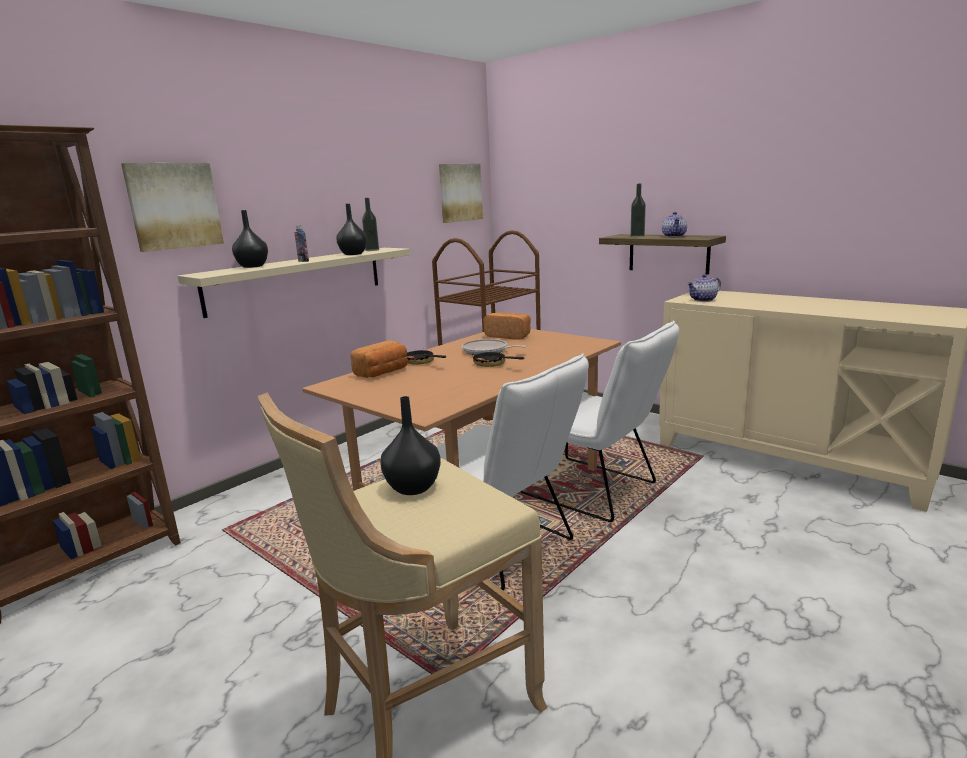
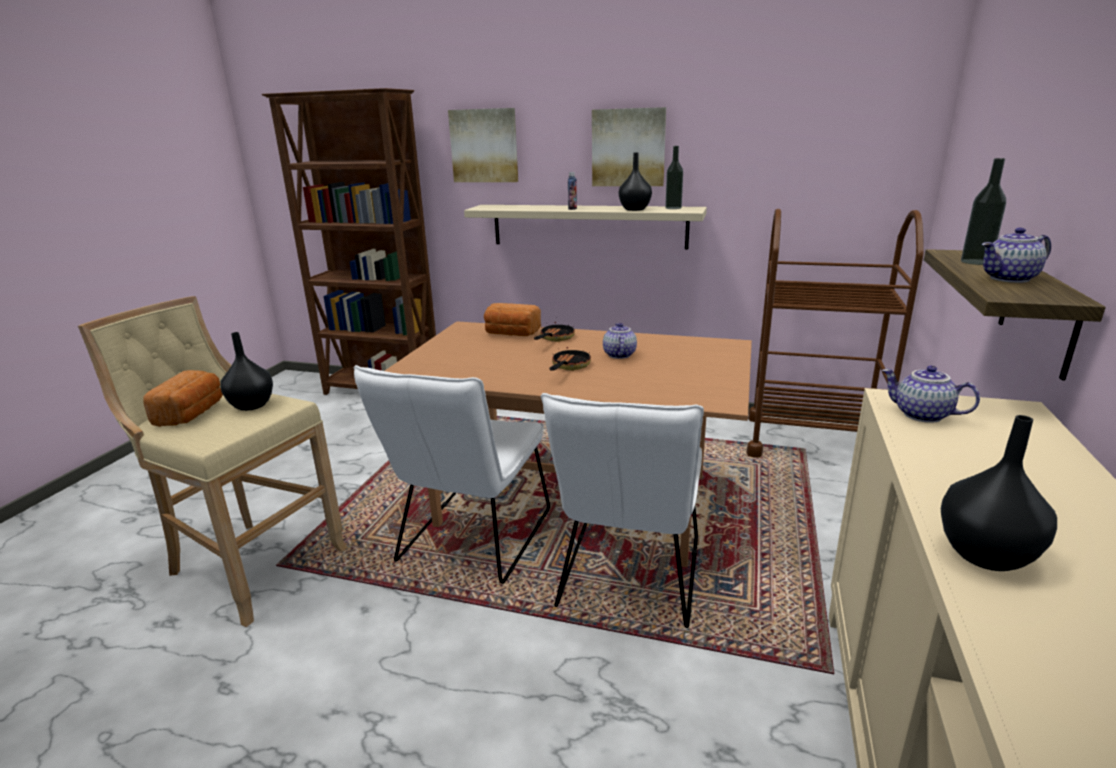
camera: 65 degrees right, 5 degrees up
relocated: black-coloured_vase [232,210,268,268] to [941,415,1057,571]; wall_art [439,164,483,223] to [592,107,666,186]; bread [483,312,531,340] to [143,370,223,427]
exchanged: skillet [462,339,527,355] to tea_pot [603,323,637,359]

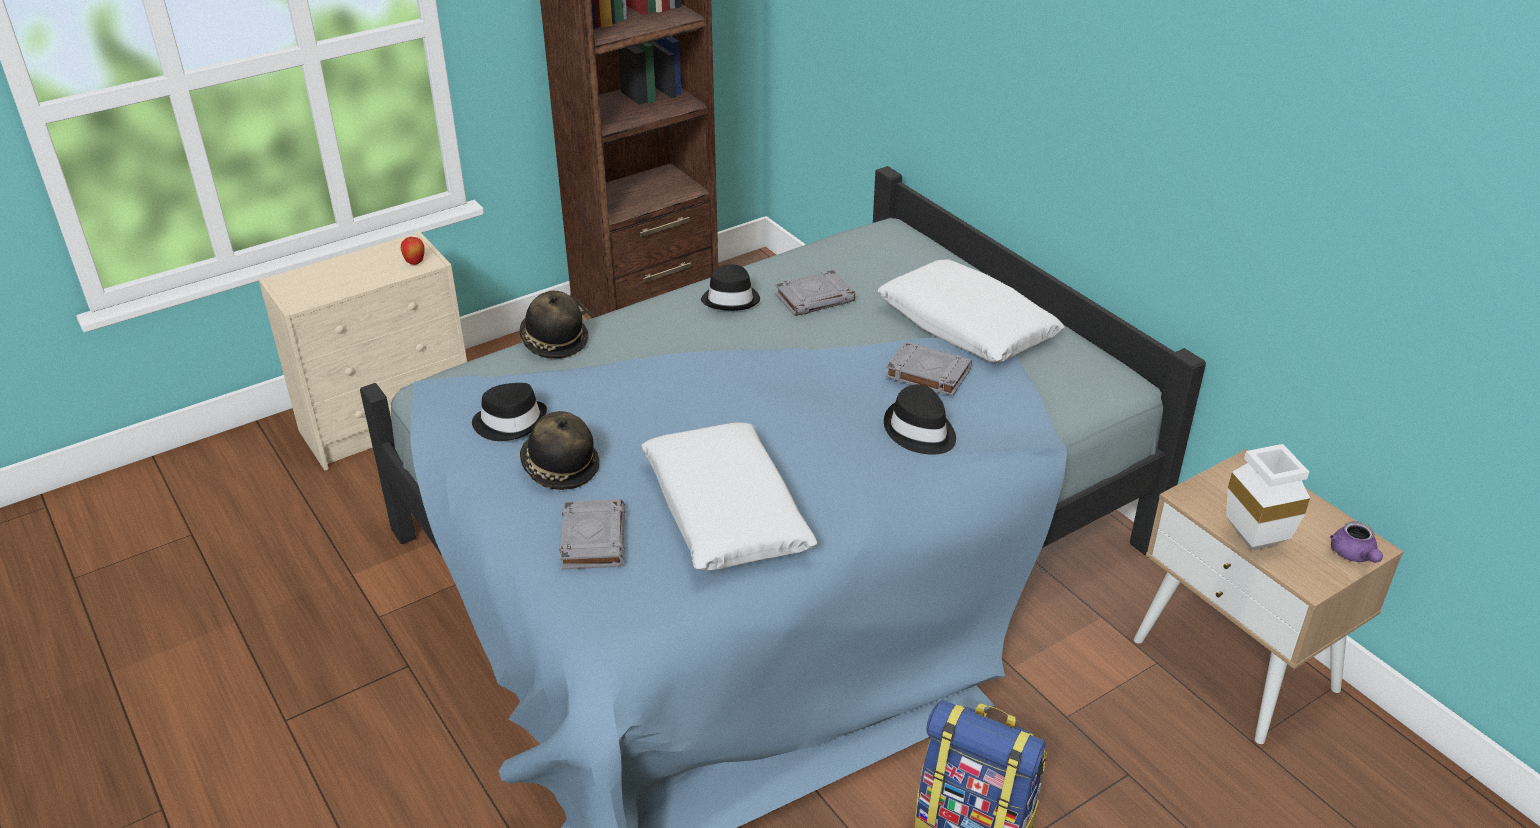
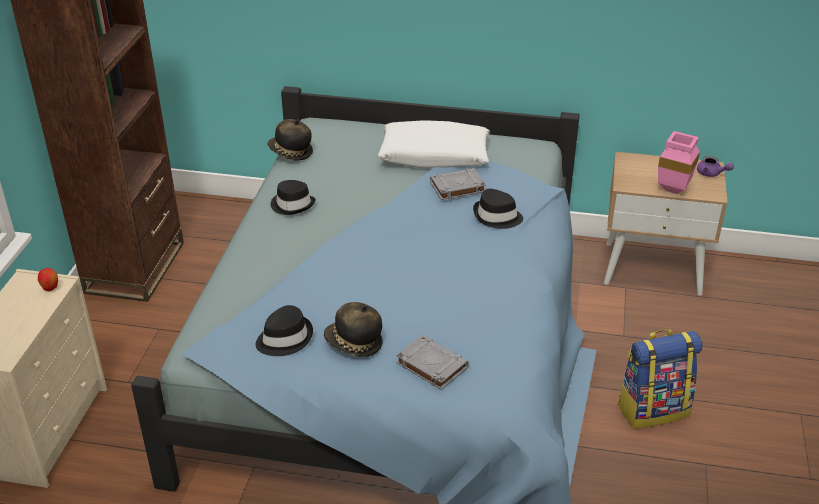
camera: 45 degrees left, 0 degrees up
missing: white_cushion [641,423,818,571]; grey_book [775,270,855,316]
relocated: clothing_hat [519,291,589,359] to [267,119,313,161]
colour: white_vase [1226,444,1310,551] to pink-coloured_vase [658,131,700,194]

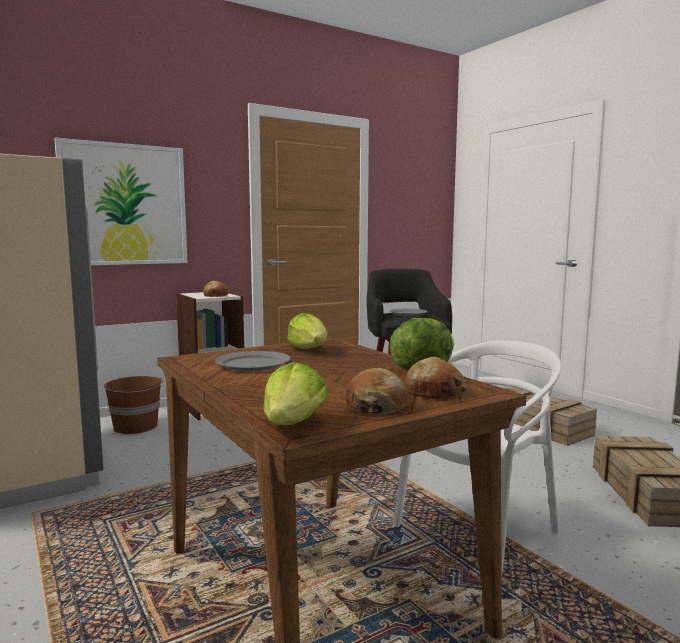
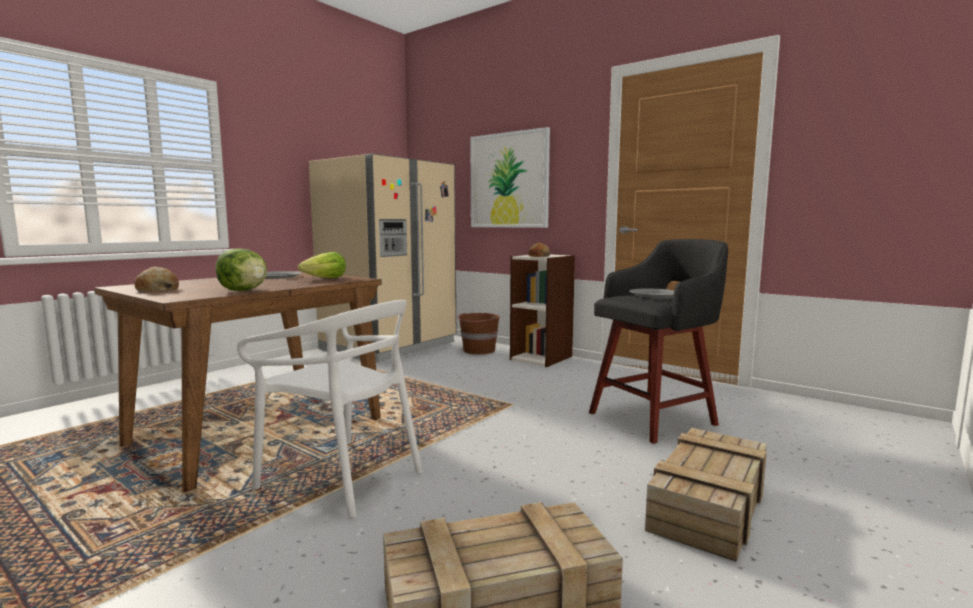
camera: 70 degrees right, 0 degrees up
missing: lettuce_head [263,362,328,425]; bread [405,357,466,399]

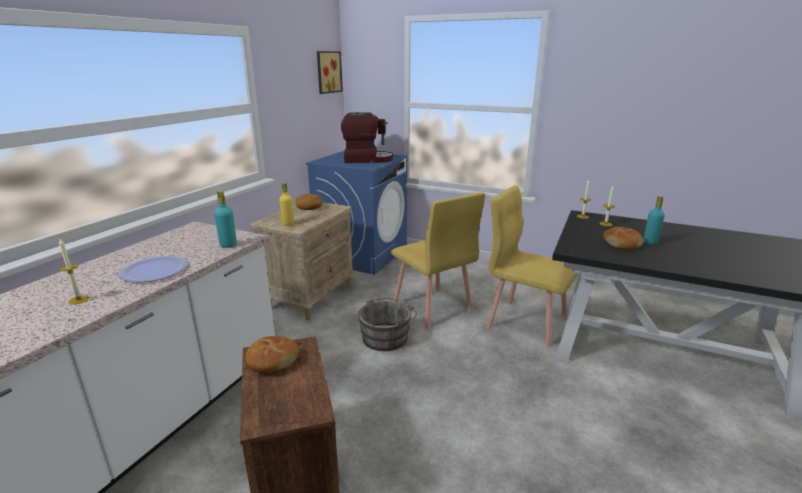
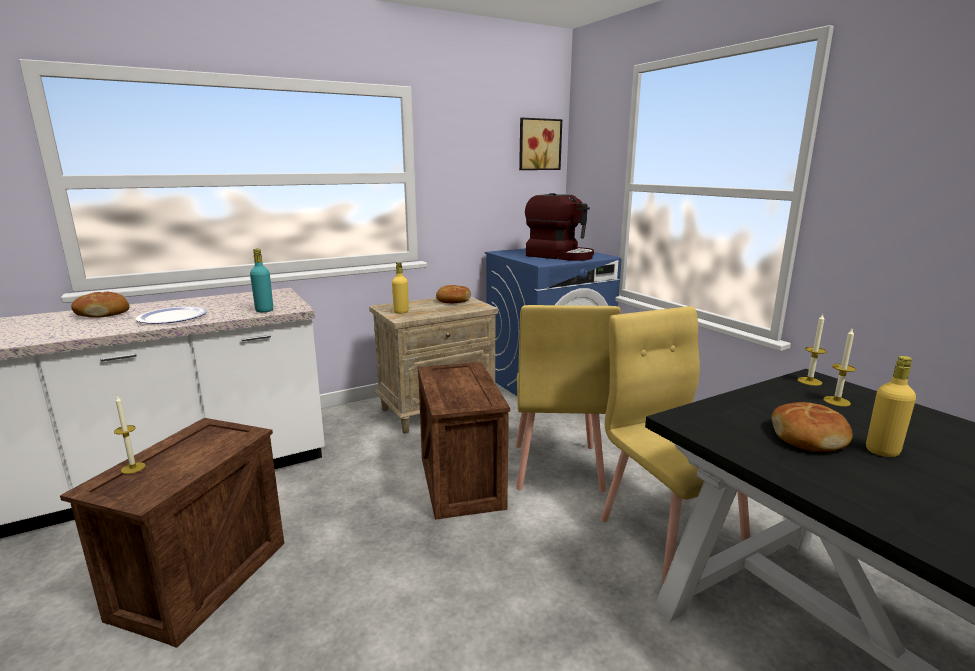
camera: 35 degrees right, 5 degrees down
relocated: wax_light [59,239,89,305] to [114,396,146,474]; bread [245,336,299,373] to [71,291,130,318]
exchanged: grey_pail [358,298,417,351] to packing_crate [418,362,510,520]
colour: blue-green_beverage_bottle [643,196,665,245] to yellowish_beverage_bottle [866,356,916,457]

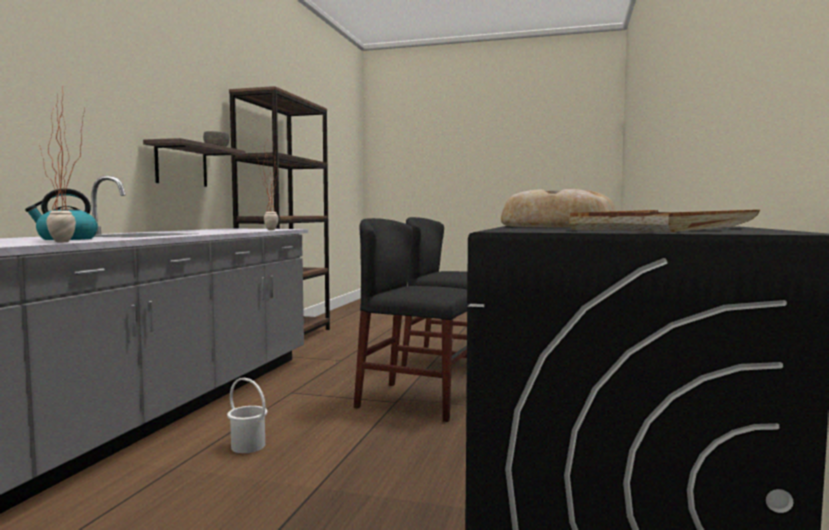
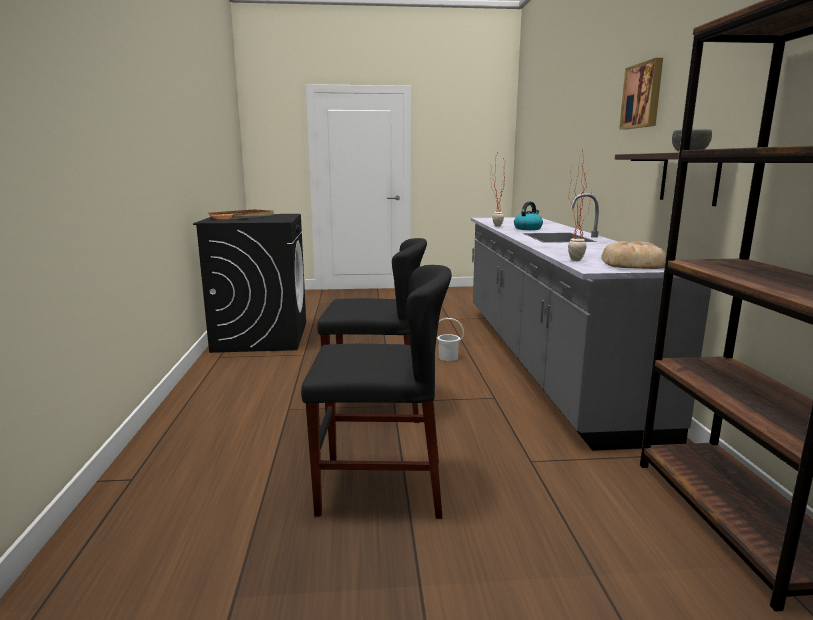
camera: 160 degrees right, 10 degrees up
appeared: wall_art [619,58,663,130]
relocated: bread [501,189,616,228] to [601,241,666,269]

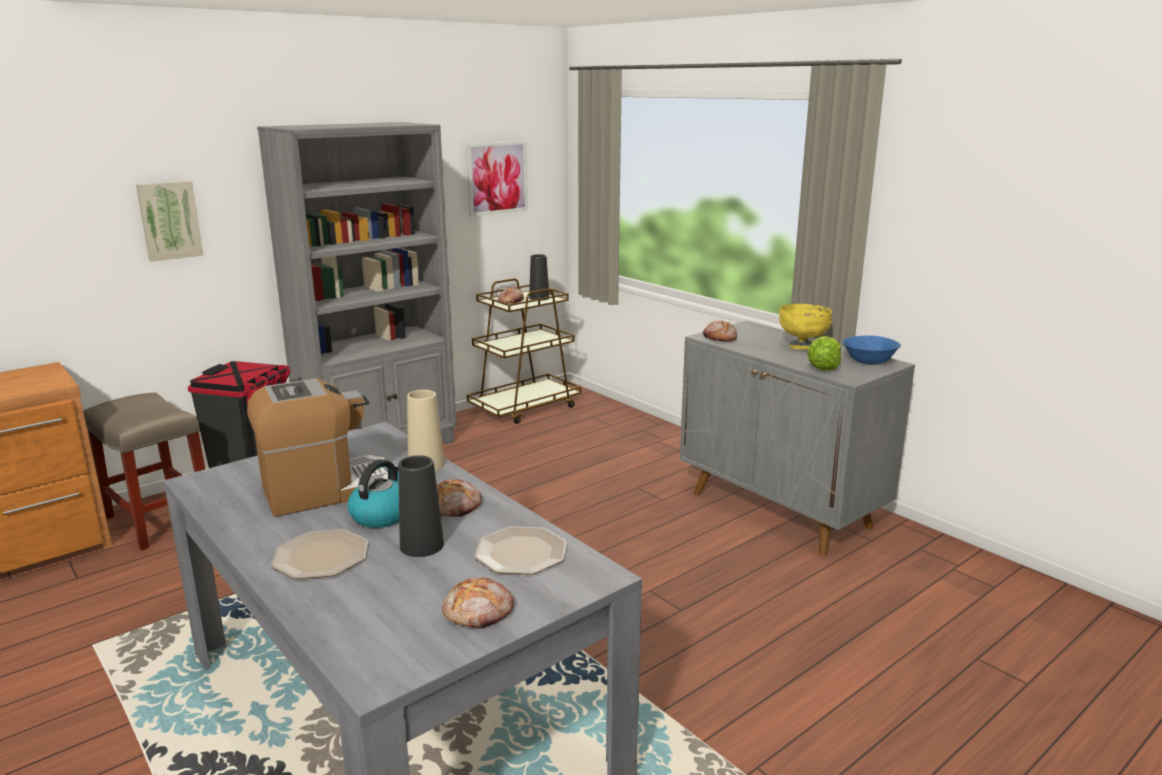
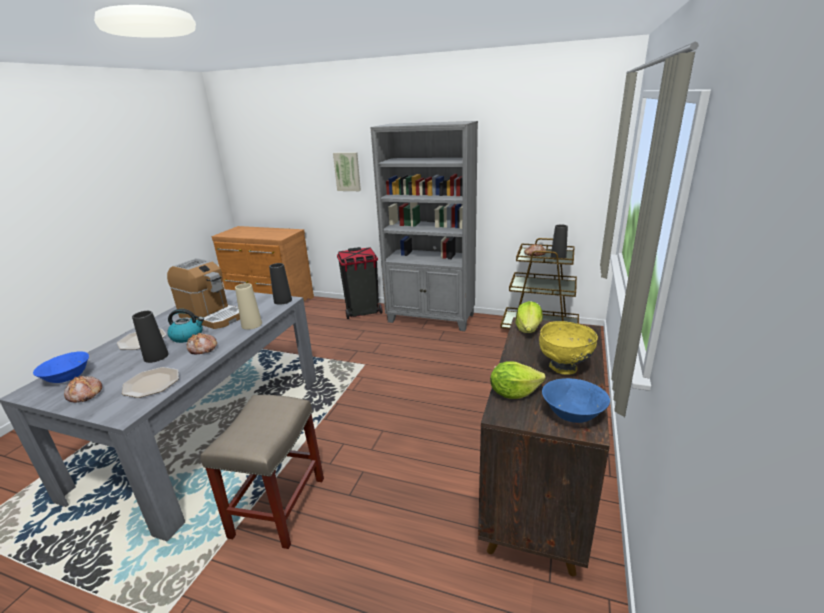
camera: 60 degrees right, 5 degrees up
missing: wall_art [466,141,528,216]
appeared: blue-coloured_serving_bowl [33,351,89,383]; black-coloured_vase [269,263,292,305]
relocated: beige-coloured_sitting_stool [83,393,205,550] to [201,395,324,549]
exchanged: bread [703,320,737,342] to lettuce_head [516,301,543,333]
colour: grey_cabinet [680,321,915,556] to brown-coloured_cabinet [478,317,610,577]

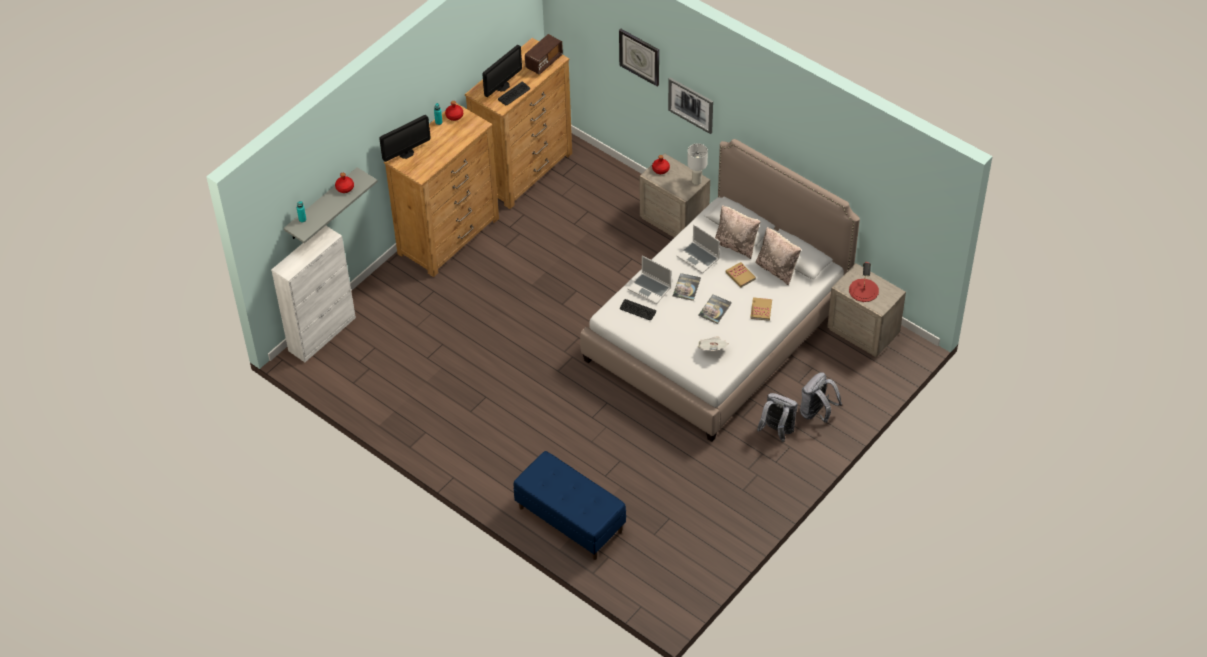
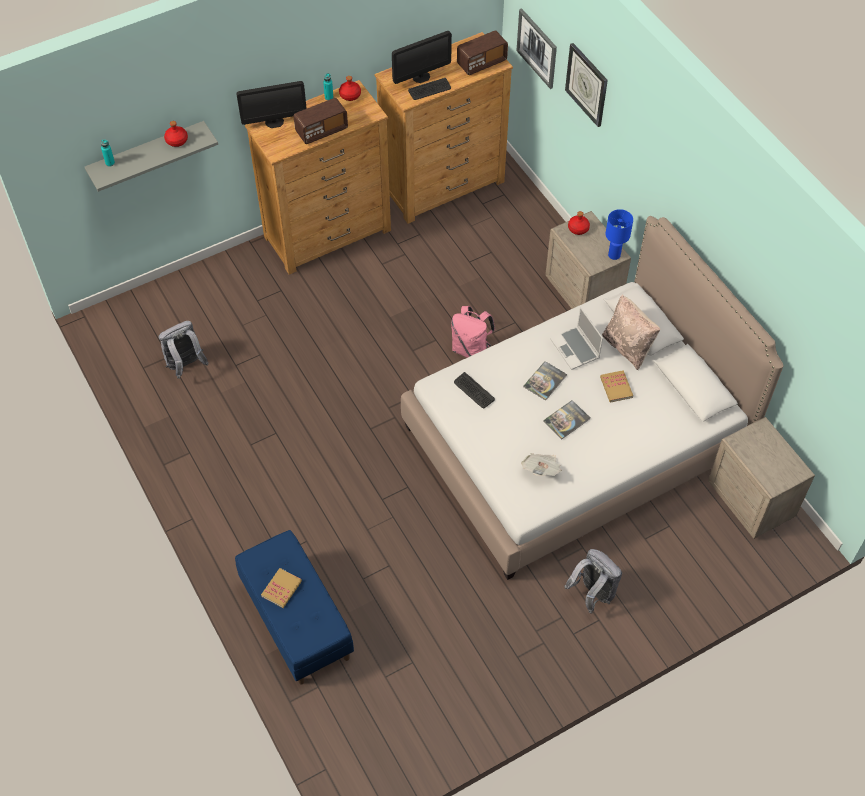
camera: 20 degrees right, 5 degrees up
missing: white_cabinet [271,226,356,362]; notebook_computer [628,256,671,304]; beige-coloured_cushion [755,227,801,286]; red_table_lamp [849,262,879,302]
appeared: radio_receiver [294,98,348,144]; pink-coloured_rucksack [451,306,495,358]
relocated: wall_art [668,78,713,134] to [516,8,557,89]; book [750,297,772,321] to [261,568,302,608]; grey_rucksack [800,372,842,423] to [158,321,209,379]
colour: white_table_lamp [687,143,708,185] to blue-coloured_table_lamp [606,209,633,260]

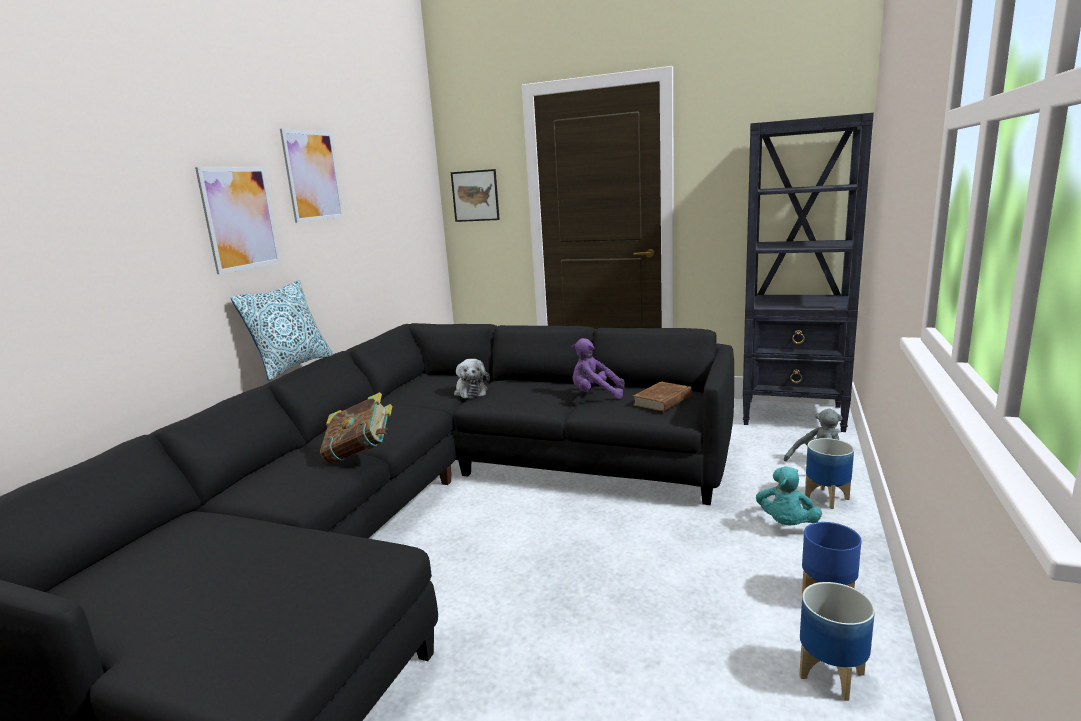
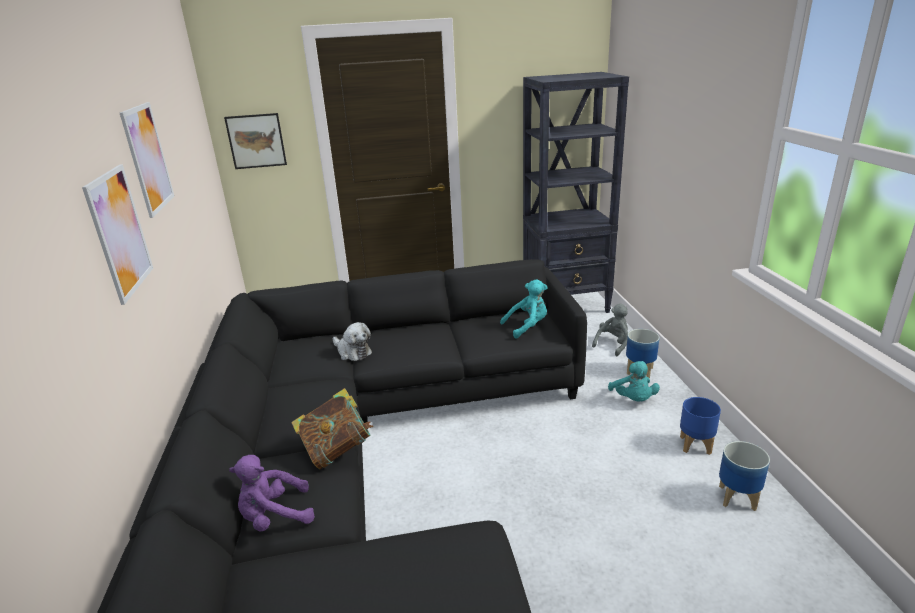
camera: 30 degrees left, 10 degrees up
missing: cushion [231,280,333,381]
relocated: purple_cuddly_toy [572,338,624,399] to [229,455,315,532]
exchanged: brown-coloured_book [633,381,692,412] to blue-green_cuddly_toy [500,279,548,338]

